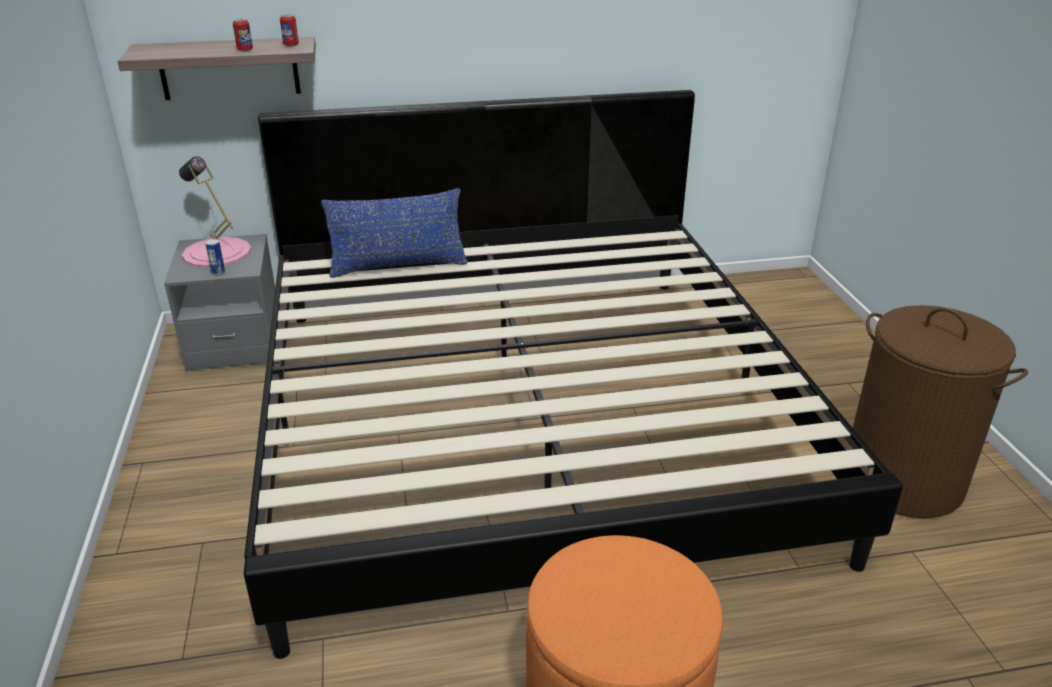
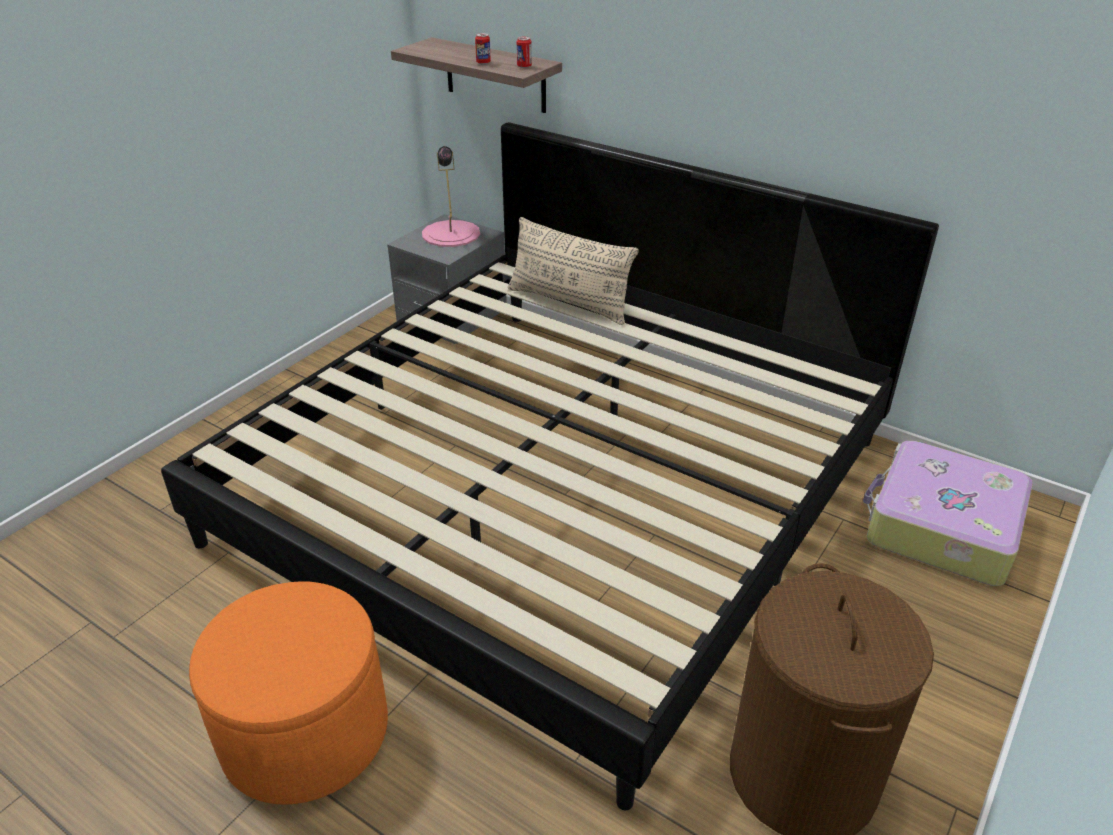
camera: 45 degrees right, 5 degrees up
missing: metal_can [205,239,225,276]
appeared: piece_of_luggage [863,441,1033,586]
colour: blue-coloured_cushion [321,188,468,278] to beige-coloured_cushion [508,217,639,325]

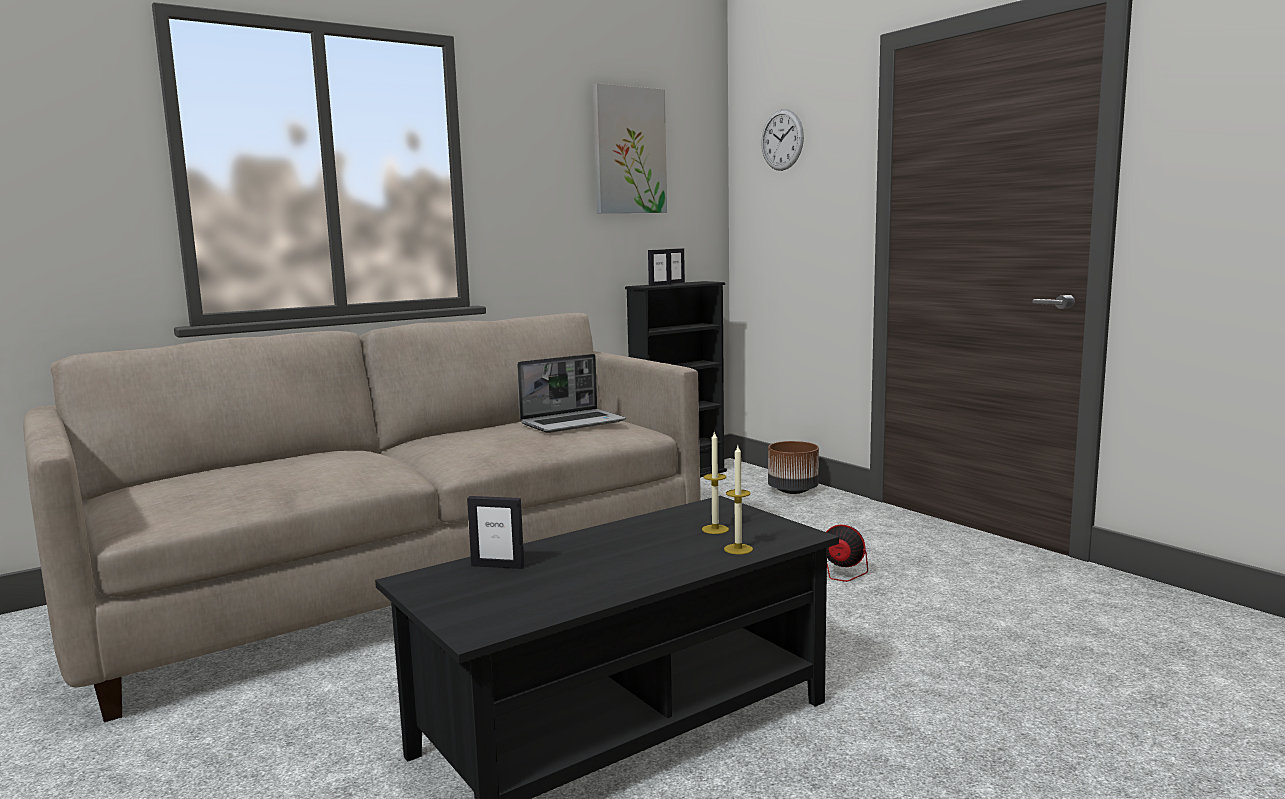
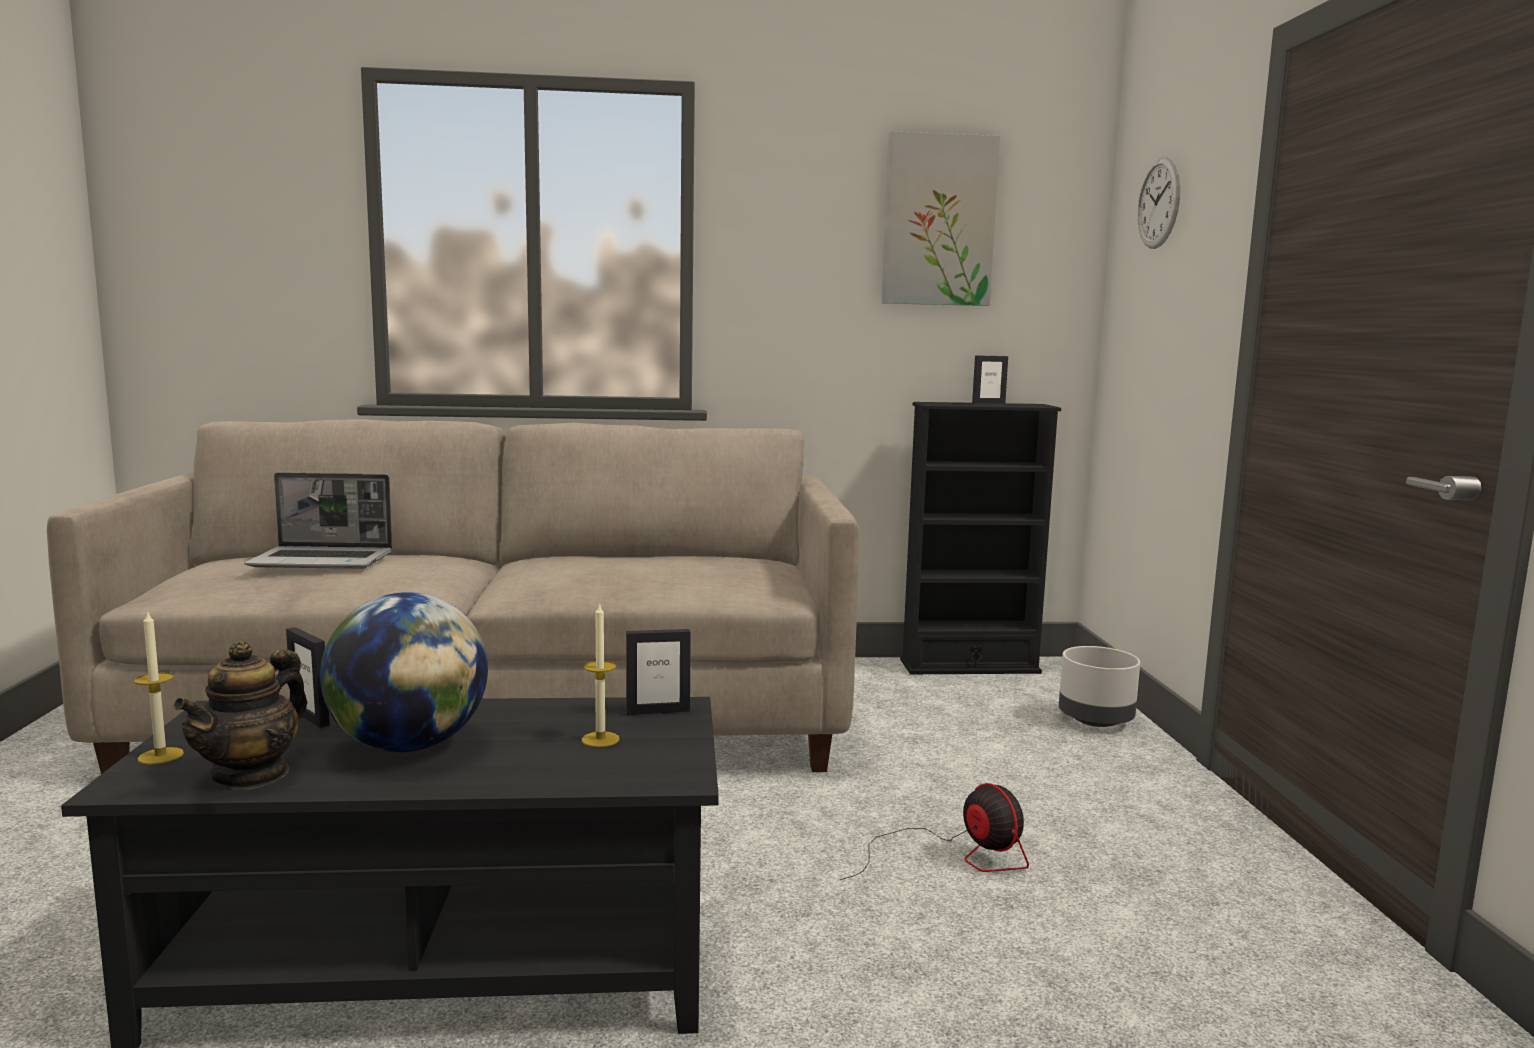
camera: 30 degrees right, 0 degrees up
appeared: tea_pot [173,640,307,790]; desk_globe [320,592,488,752]
relocated: notebook_computer [517,354,626,433] to [244,472,393,569]; picture_frame [648,249,670,286] to [626,629,691,715]; wax_light [724,446,753,554] to [134,610,184,765]
colour: brown-coloured_plant_pot [768,441,819,494] to grey_plant_pot [1059,646,1140,727]

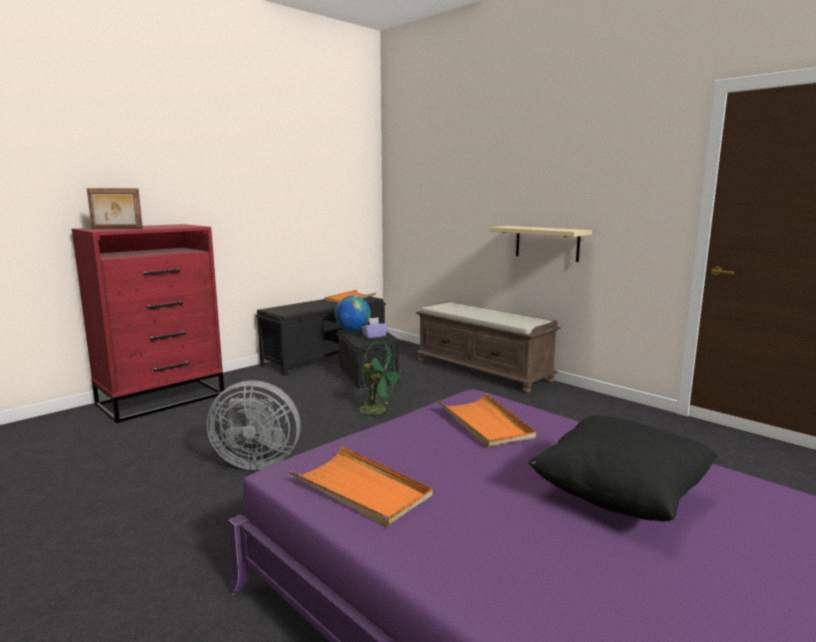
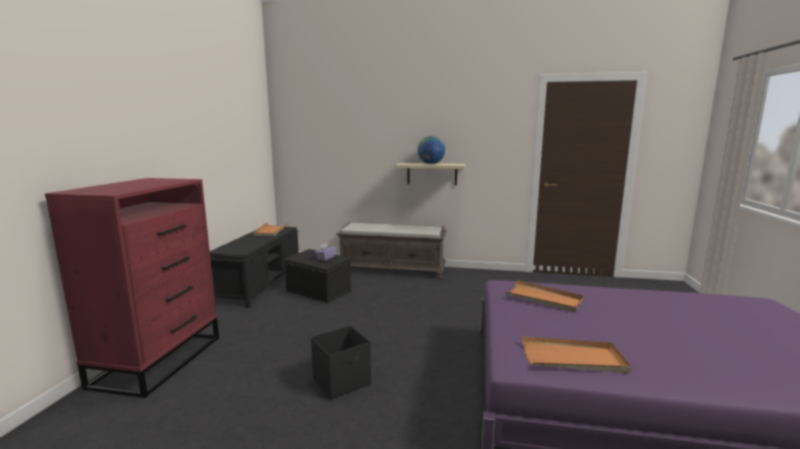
camera: 35 degrees left, 0 degrees up
missing: picture_frame [87,188,143,229]; green-coloured_electric_fan [358,342,404,419]; black-coloured_cushion [528,415,718,521]
relocated: desk_globe [335,296,371,332] to [418,136,445,164]
exchanged: grey_electric_fan [207,380,301,470] to black-coloured_storage_container [311,326,371,399]

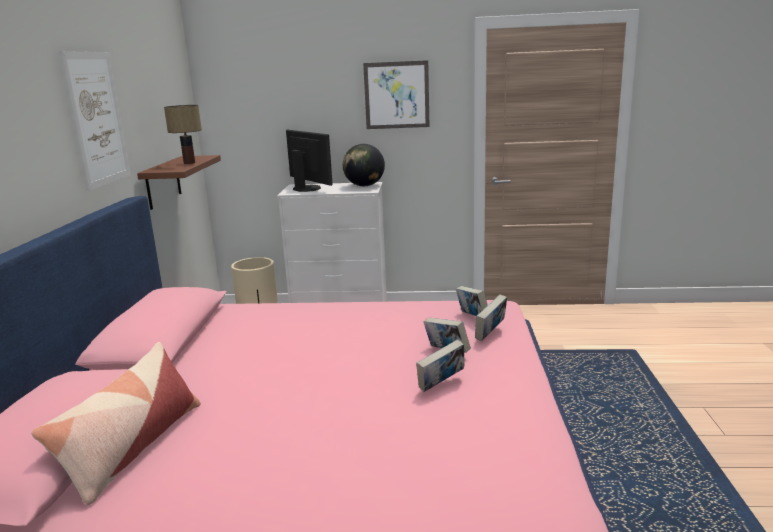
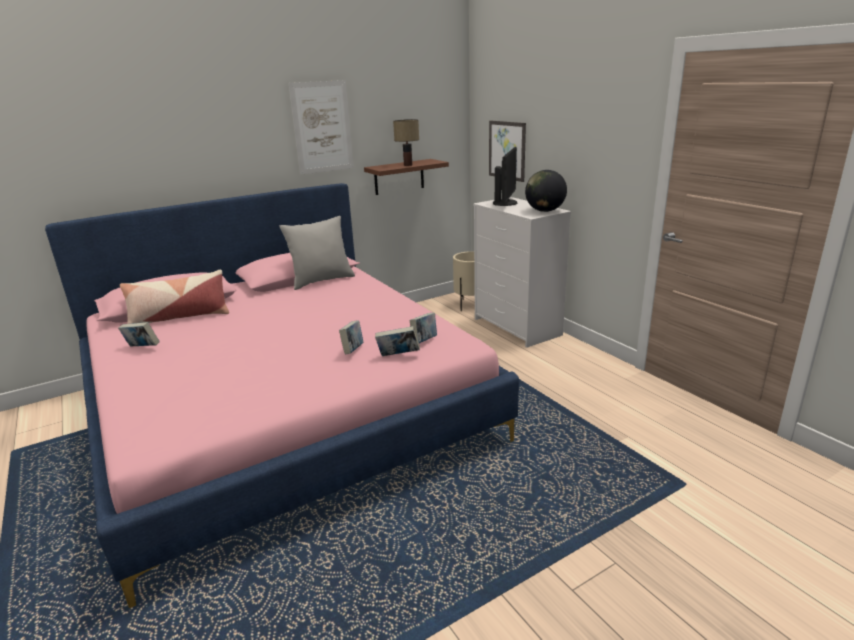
camera: 55 degrees right, 5 degrees up
appeared: grey_cushion [280,216,355,290]
relocated: wall_art [363,60,430,129] to [489,120,526,182]; book [416,340,464,392] to [118,322,160,347]

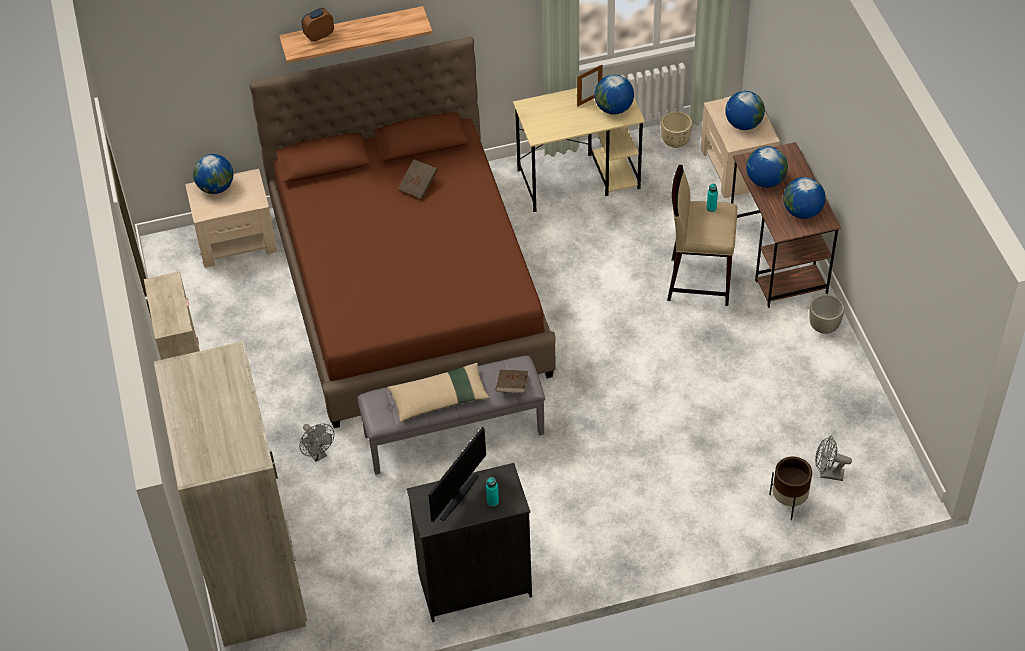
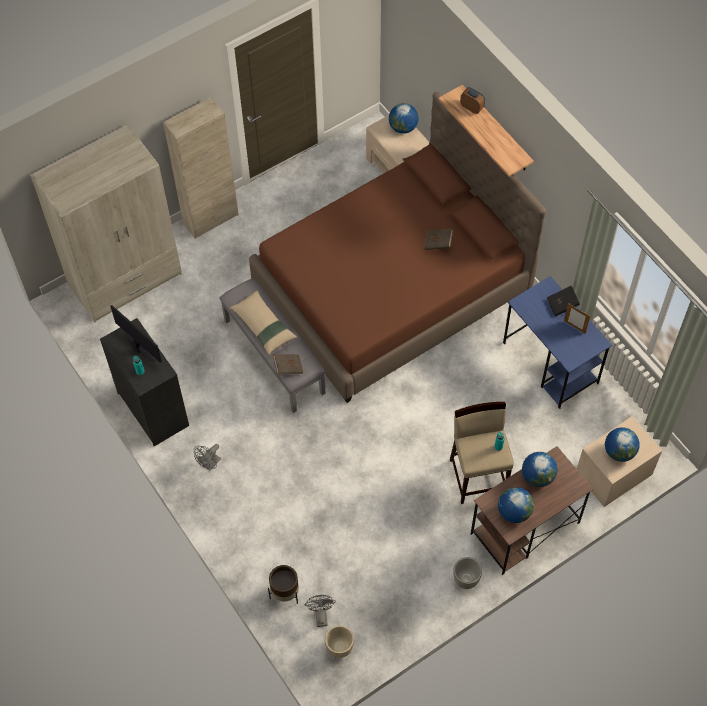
camera: 70 degrees right, 10 degrees up
missing: desk_globe [594,75,634,115]
appeared: black-coloured_book [547,286,580,316]
relocated: grey_electric_fan [299,424,334,462] to [194,444,221,471]; beige-coloured_plant_pot [661,111,692,148] to [325,626,354,658]
colour: beige-coloured_desk [513,88,645,212] to blue-coloured_desk [503,276,612,409]
spun: computer_screen [428,427,486,522] = [110,305,162,363] 150 degrees counterclockwise

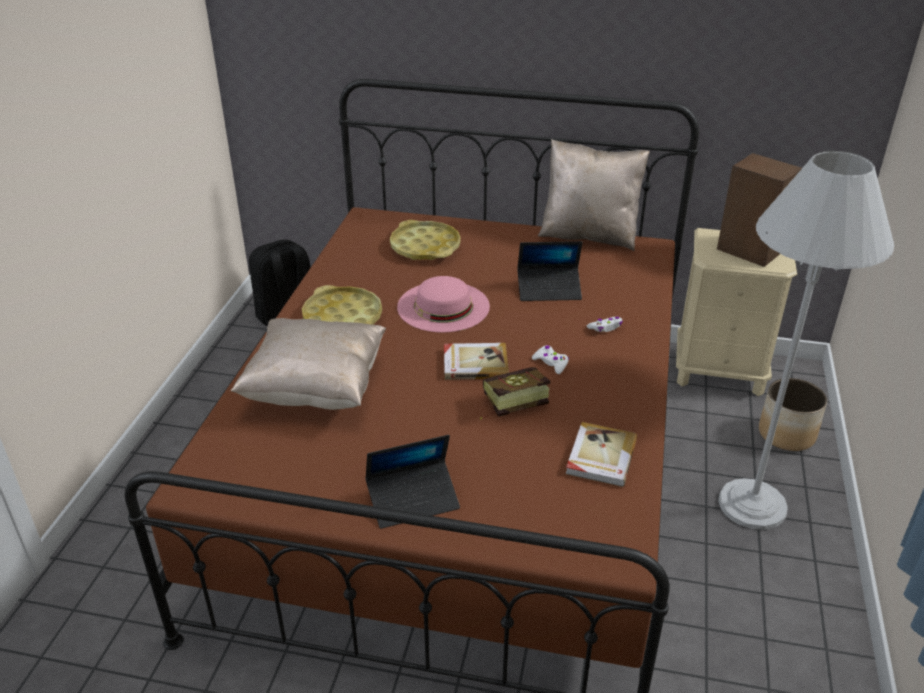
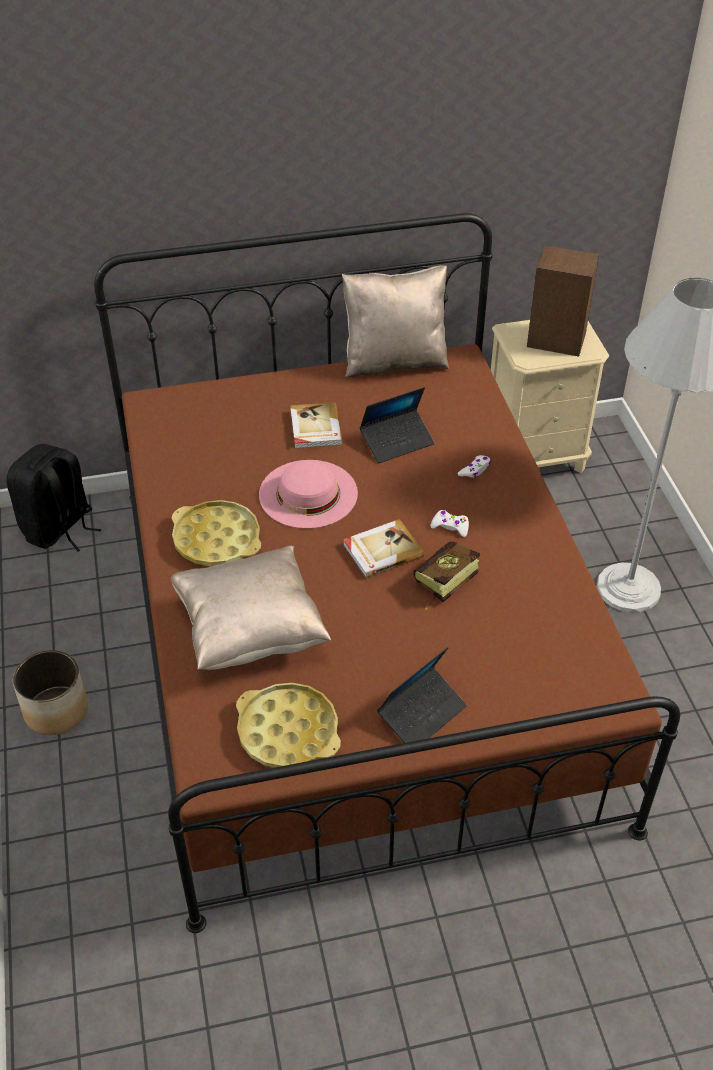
camera: 25 degrees left, 10 degrees up
relocated: yellowish_serving_tray [390,220,461,260] to [236,683,341,768]; book [566,422,637,487] to [290,402,342,449]; plant_pot [759,378,827,451] to [13,650,88,735]

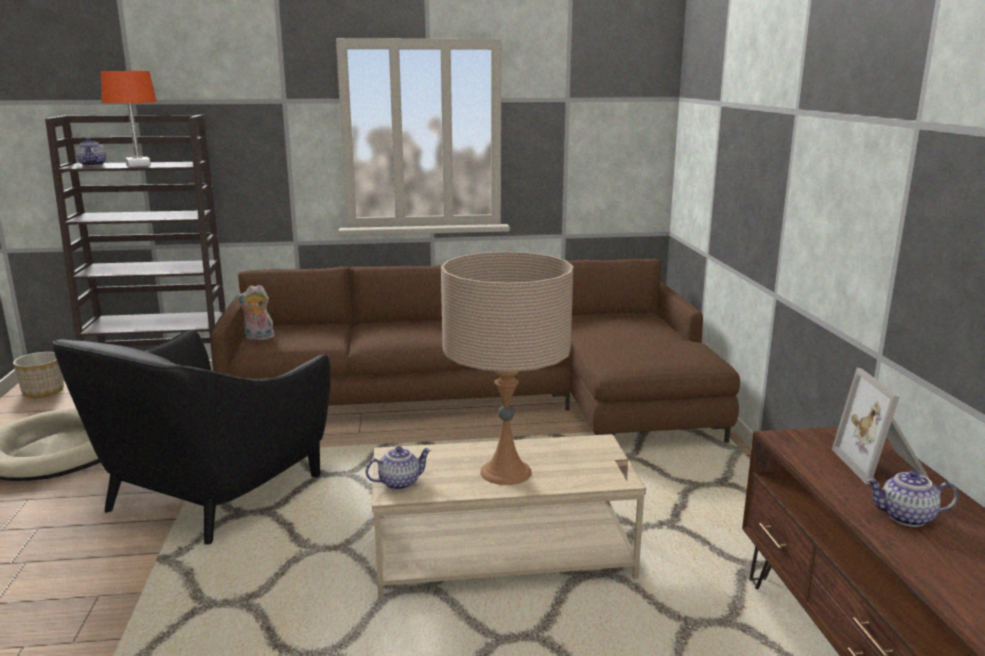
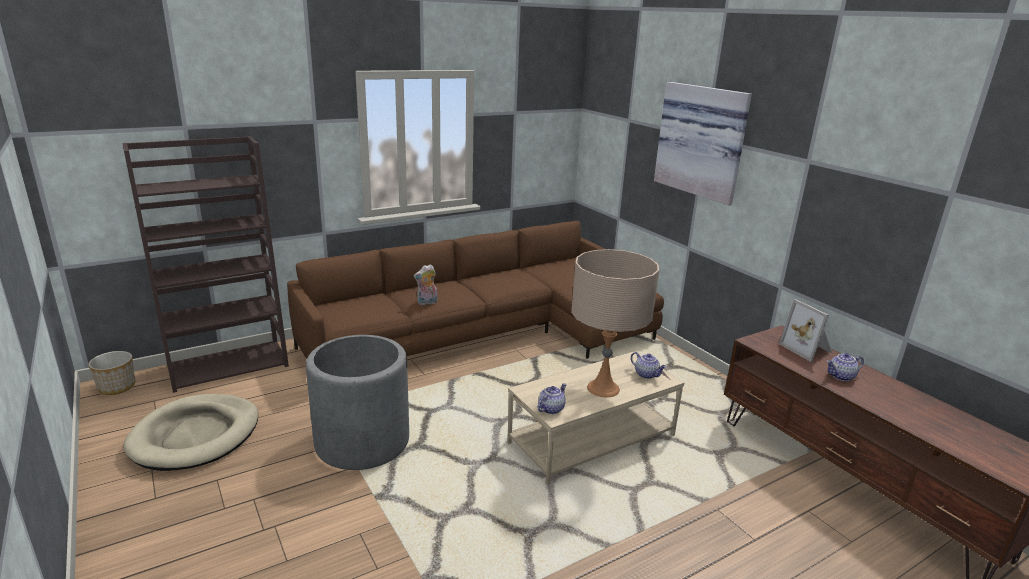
camera: 25 degrees left, 5 degrees up
missing: orange-coloured_table_lamp [101,71,157,167]
appeared: wall_art [654,82,752,205]
relocated: tea_pot [76,138,106,166] to [631,352,666,379]; cuddly_toy [237,285,275,340] to [413,264,437,305]
exchanged: black-coloured_armchair [52,330,331,545] to grey_plant_pot [306,335,409,470]

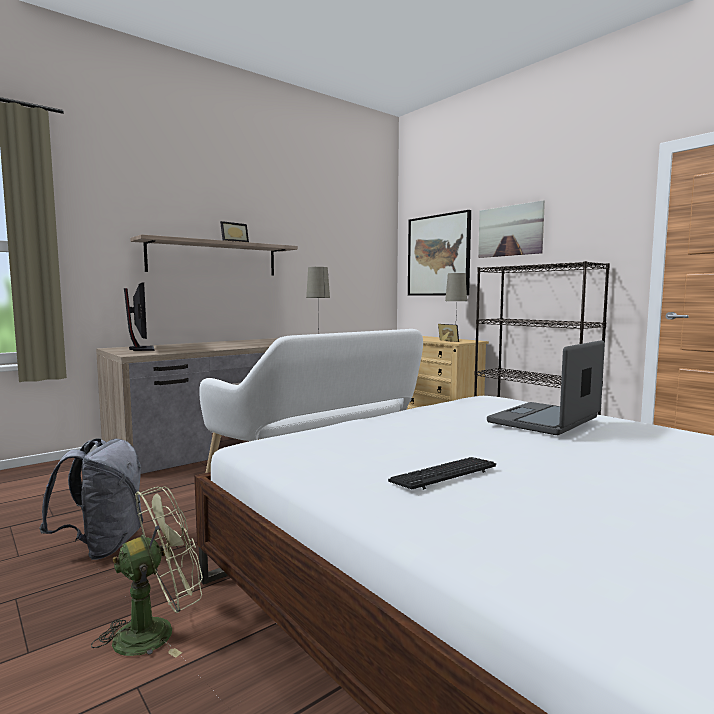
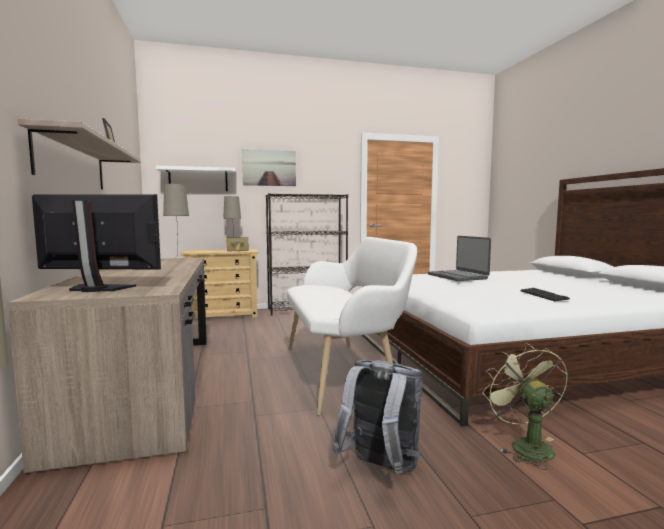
camera: 65 degrees left, 0 degrees up
exchanged: wall_art [408,210,471,295] to white_bracket_shelf [156,166,235,191]

